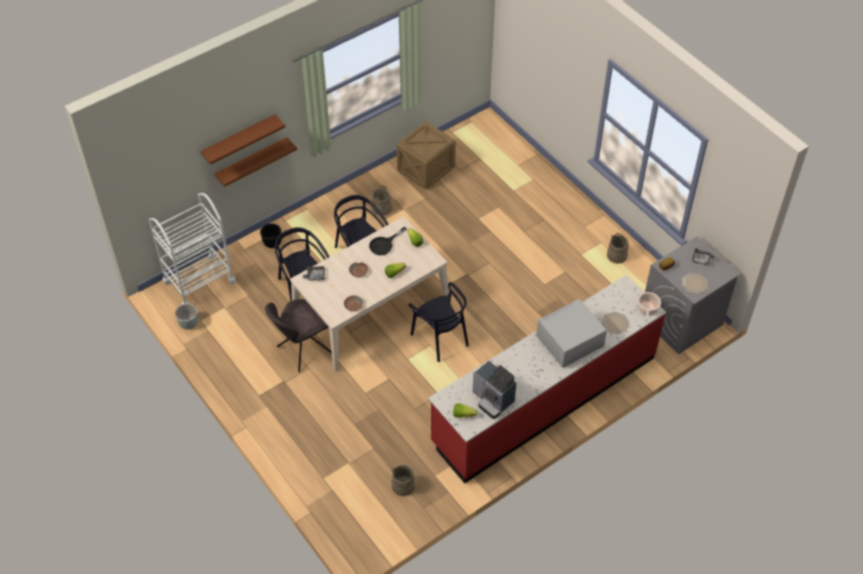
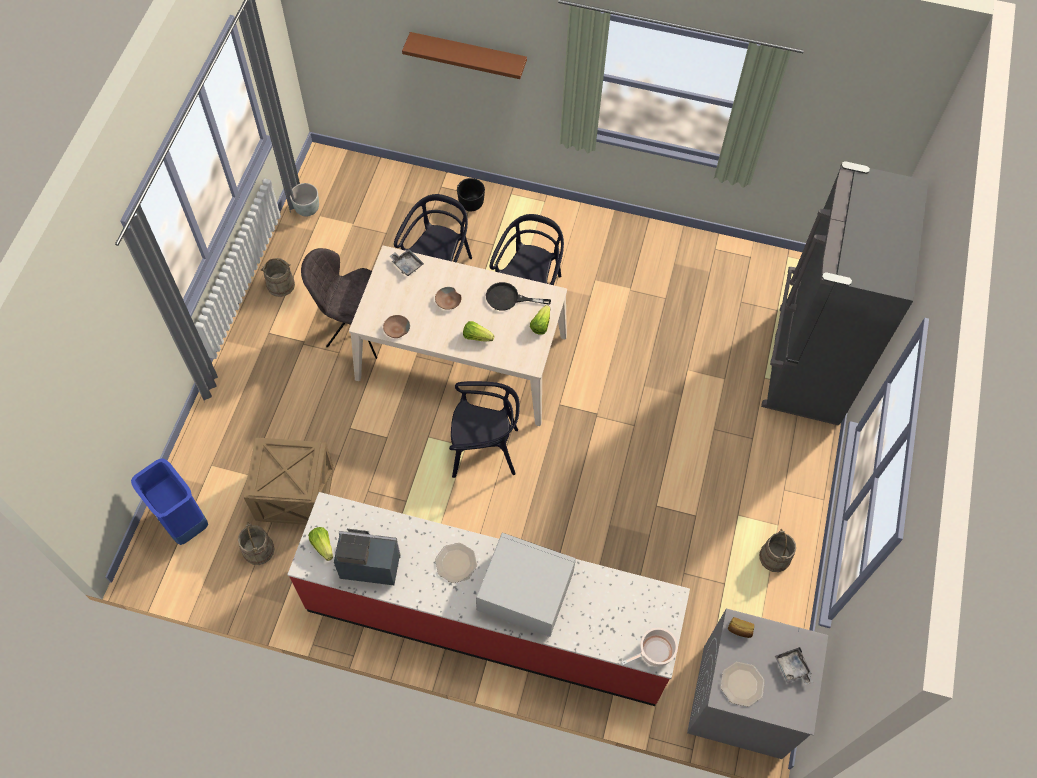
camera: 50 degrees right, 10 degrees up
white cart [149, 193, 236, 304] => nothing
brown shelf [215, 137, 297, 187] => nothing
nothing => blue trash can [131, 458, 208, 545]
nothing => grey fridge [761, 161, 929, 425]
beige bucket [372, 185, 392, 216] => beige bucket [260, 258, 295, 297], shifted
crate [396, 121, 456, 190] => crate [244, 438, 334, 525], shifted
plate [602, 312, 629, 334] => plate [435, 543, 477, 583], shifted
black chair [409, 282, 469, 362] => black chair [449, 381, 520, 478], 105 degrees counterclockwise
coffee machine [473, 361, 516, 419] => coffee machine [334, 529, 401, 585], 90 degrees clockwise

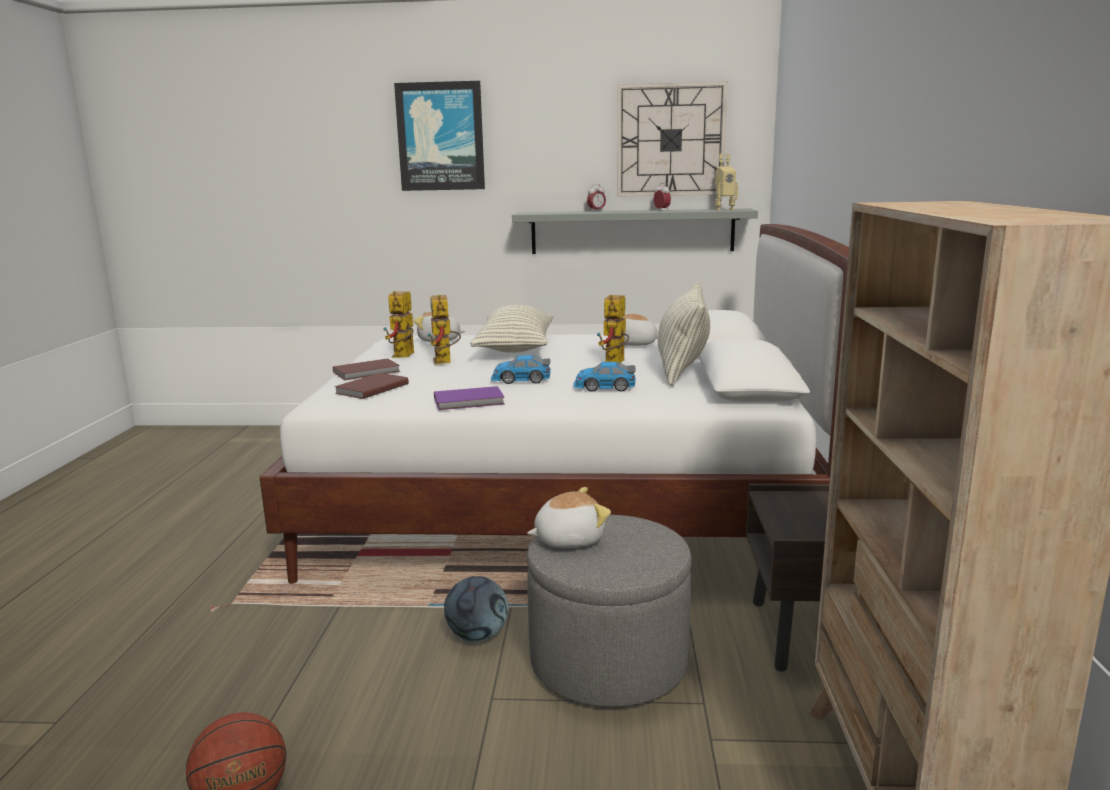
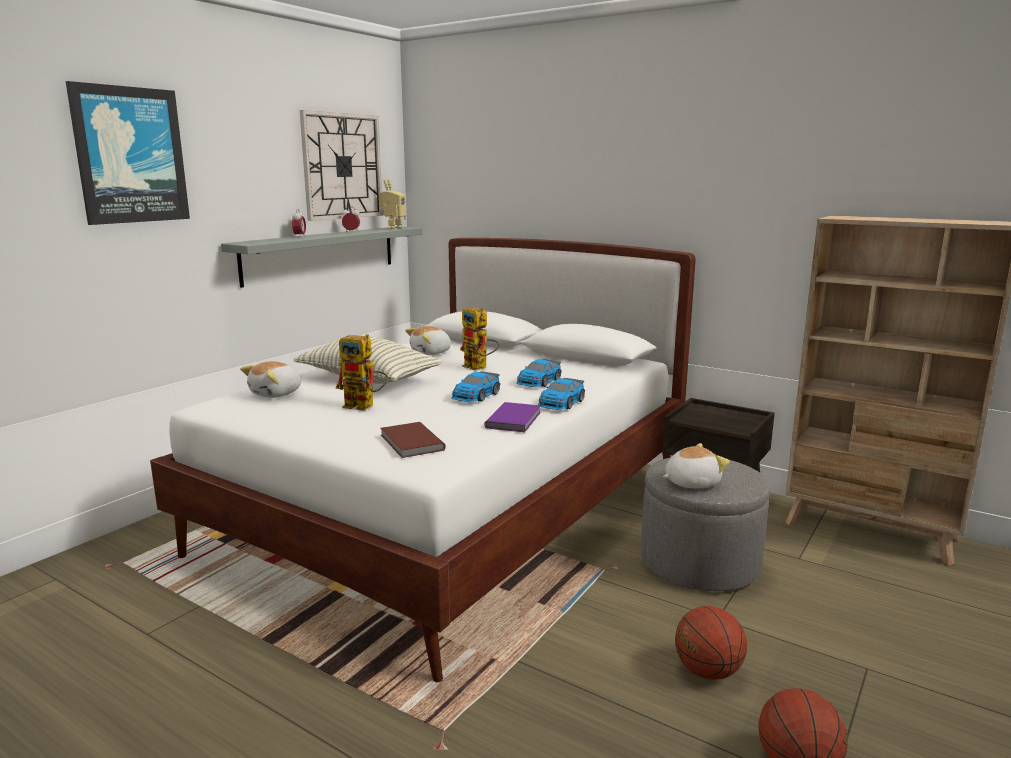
camera: 60 degrees left, 0 degrees up
brown book [333, 358, 401, 381] => nothing
toy robot [383, 291, 414, 358] => nothing
football [444, 576, 509, 642] => nothing
pillow [658, 282, 710, 386] => nothing
nothing => toy car [538, 378, 585, 410]
nothing => basketball [675, 606, 747, 680]
plush toy [527, 487, 611, 548] => plush toy [663, 443, 730, 488], 60 degrees clockwise

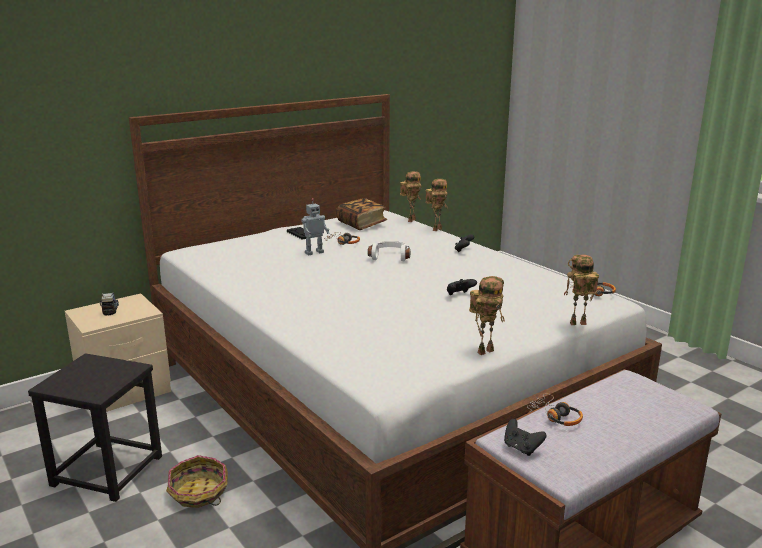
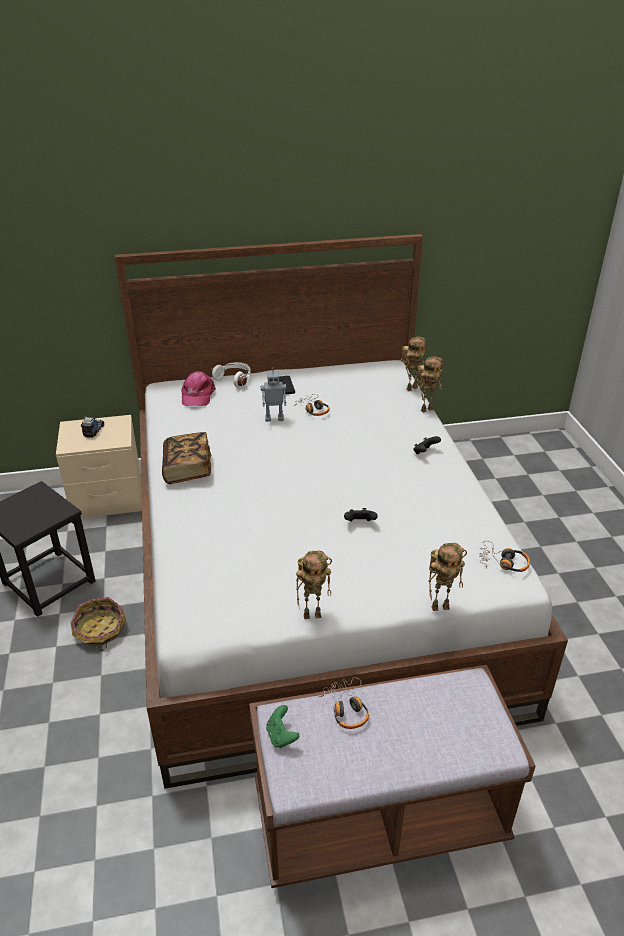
camera: 25 degrees right, 15 degrees up
nothing => pink cap [181, 371, 216, 406]
book [336, 198, 387, 230] => book [162, 432, 211, 484], shifted
white headphones [367, 241, 410, 261] => white headphones [211, 362, 251, 388], shifted
black game controller [504, 419, 547, 456] => green game controller [266, 705, 299, 748]
toy robot [564, 255, 599, 325] => toy robot [429, 543, 467, 611], 150 degrees clockwise

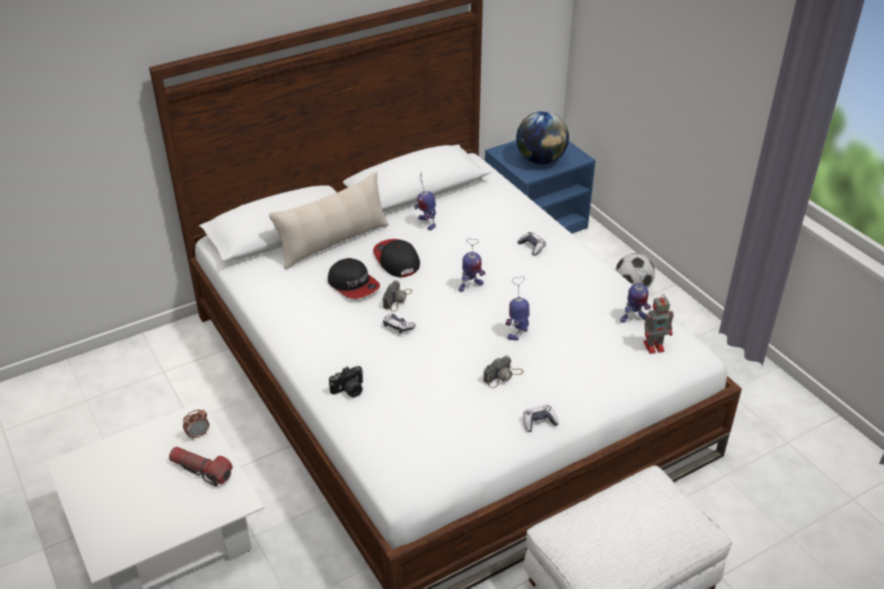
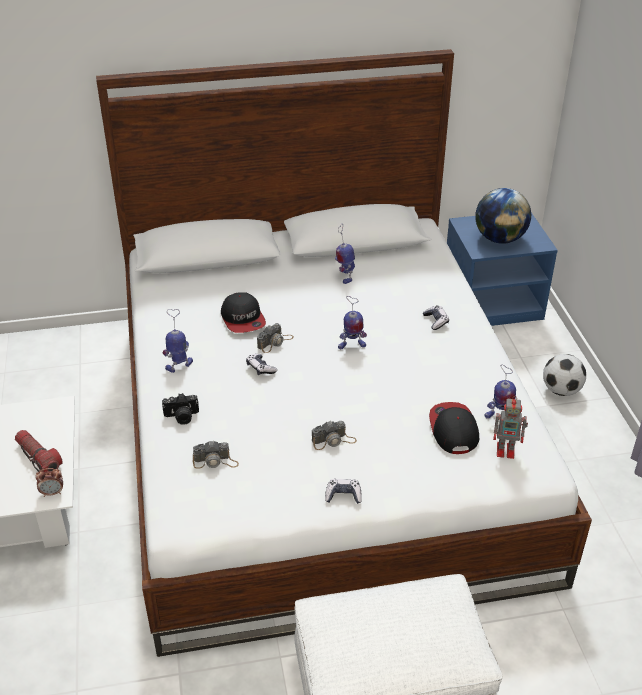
camera: 20 degrees right, 0 degrees up
beige pillow [269, 172, 389, 269] => nothing
nothing => photo camera [193, 440, 239, 469]
alarm clock [183, 409, 209, 440] => alarm clock [35, 468, 63, 497], shifted
cap [373, 239, 420, 277] => cap [429, 402, 479, 454], shifted
toy robot [505, 276, 529, 341] => toy robot [163, 309, 193, 373], shifted

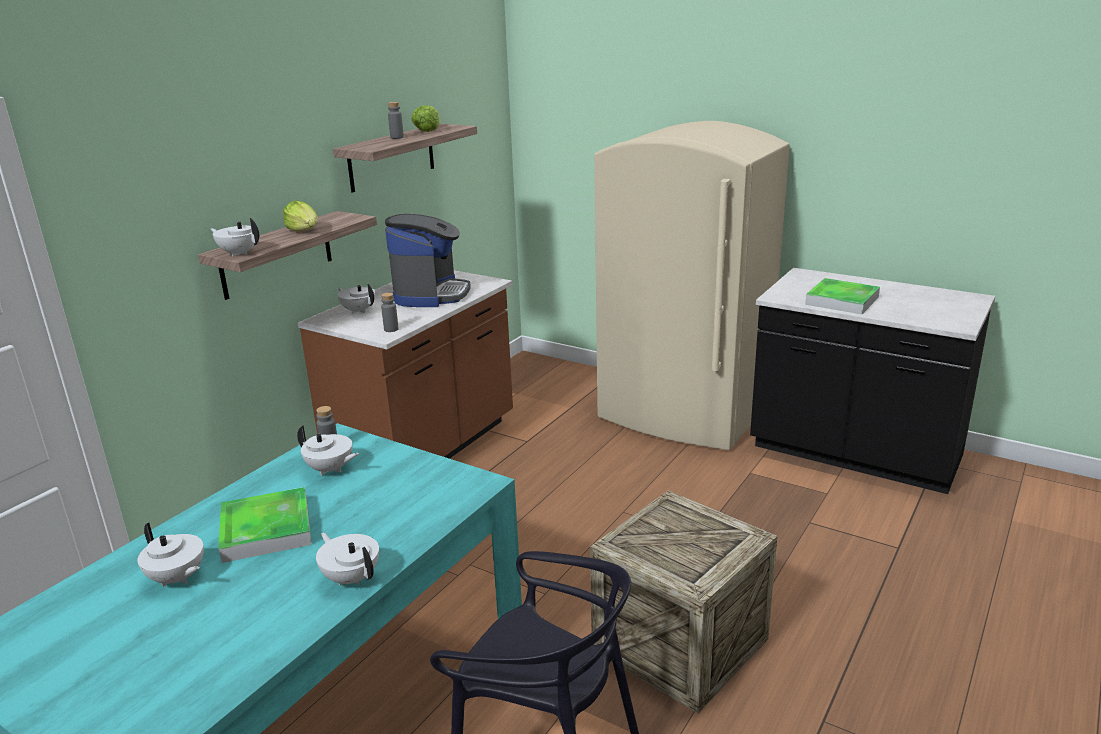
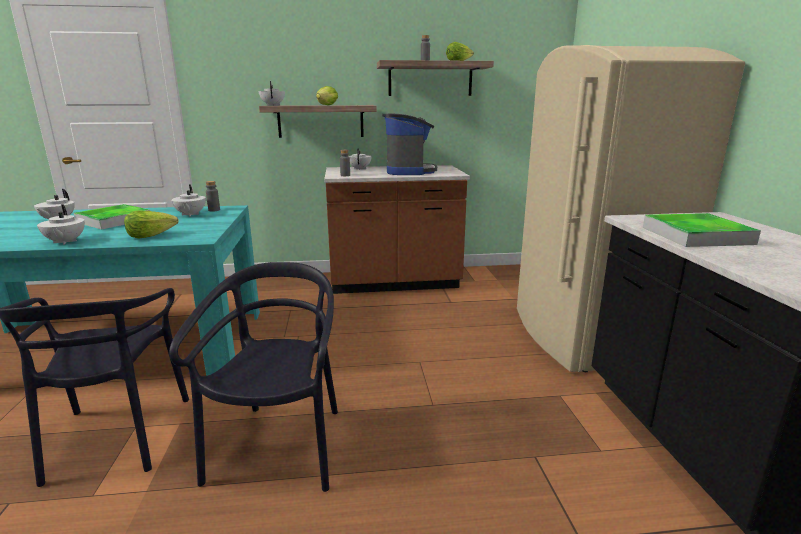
camera: 50 degrees right, 5 degrees down
nothing => lettuce [124, 211, 179, 238]
crate [590, 490, 777, 713] => black chair [169, 262, 338, 492]
white teapot [316, 532, 379, 586] => white teapot [37, 204, 85, 245], 150 degrees clockwise
coffee machine [385, 214, 471, 307] => coffee machine [382, 114, 437, 175], 60 degrees counterclockwise

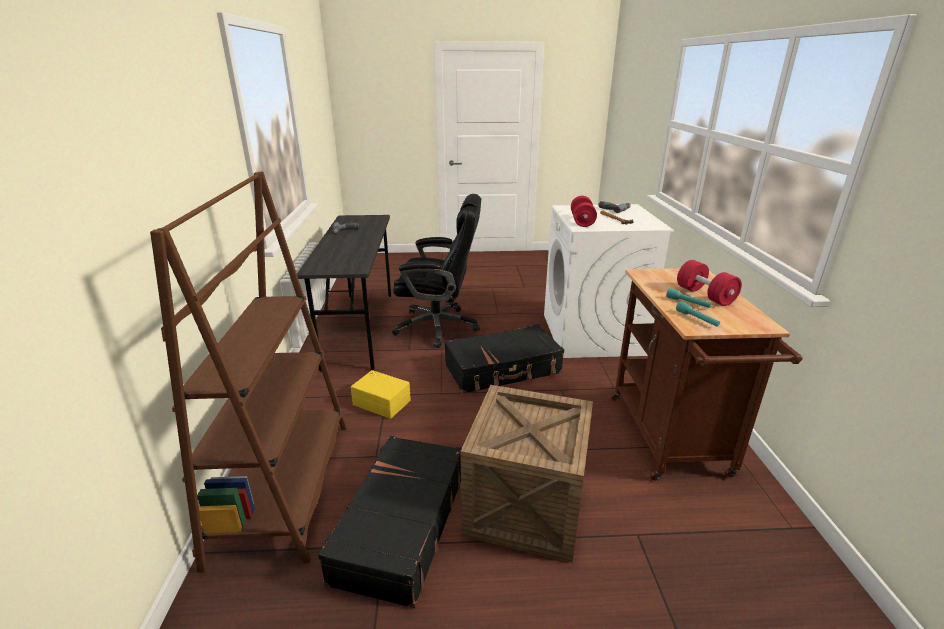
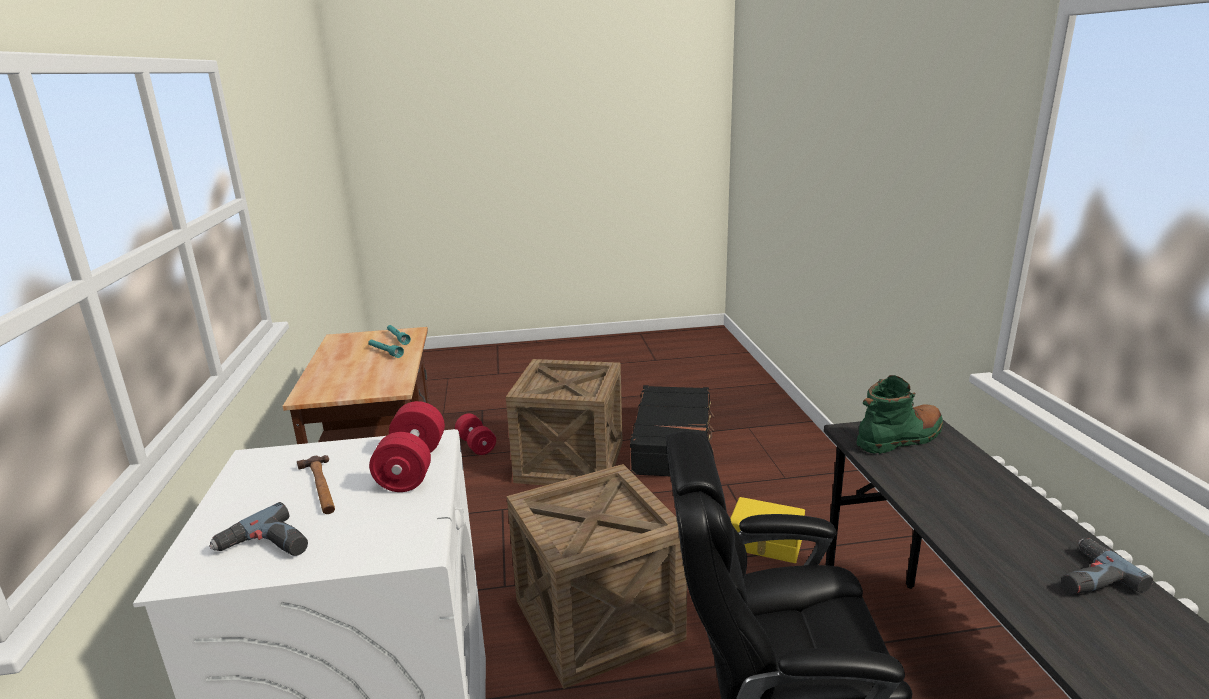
camera: 175 degrees right, 5 degrees down
brown bookcase [150, 171, 347, 573] => nothing
nothing => green boot [857, 375, 943, 455]
red dumbbell [677, 260, 742, 306] => red dumbbell [455, 413, 496, 455], shifted
black suitcase [444, 324, 564, 394] => crate [507, 464, 687, 689]

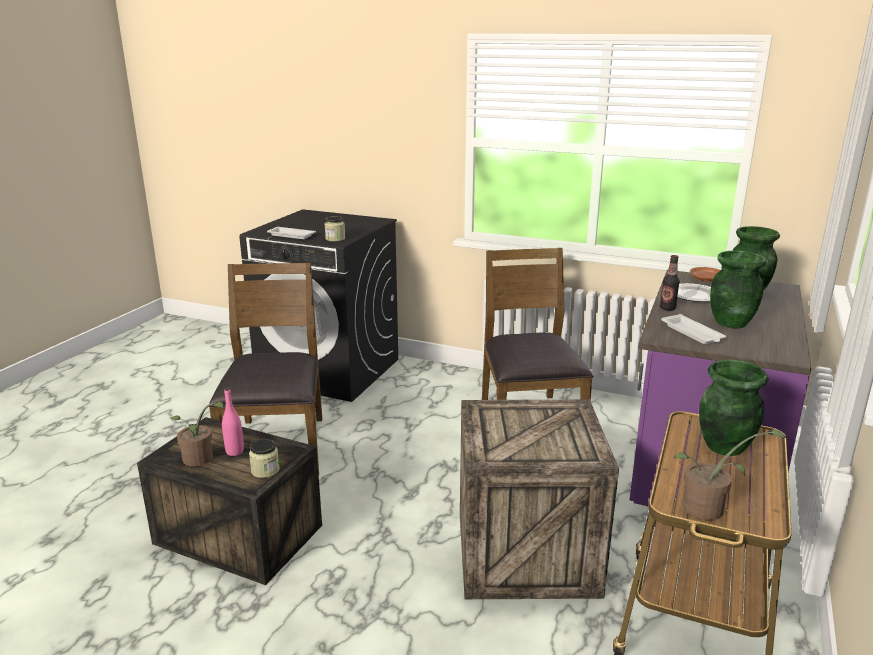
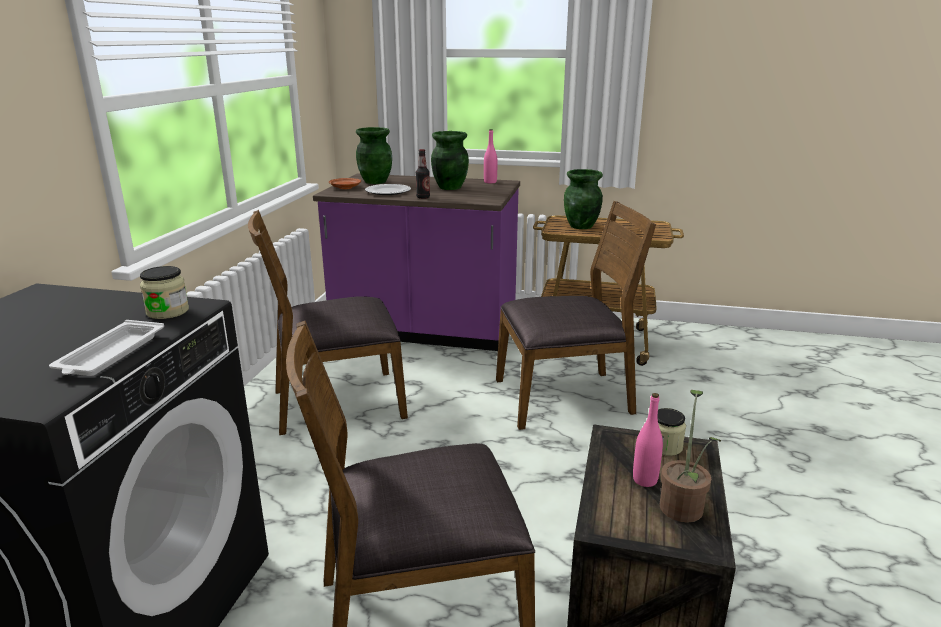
camera: 100 degrees left, 0 degrees up
white tray [661, 314, 726, 344] => nothing
potted plant [674, 429, 787, 520] => nothing
nothing => pink bottle [484, 129, 498, 183]
crate [460, 400, 619, 599] => brown chair [496, 201, 656, 430]

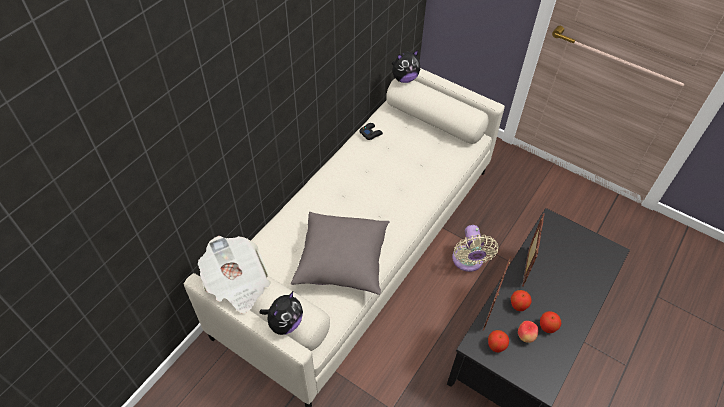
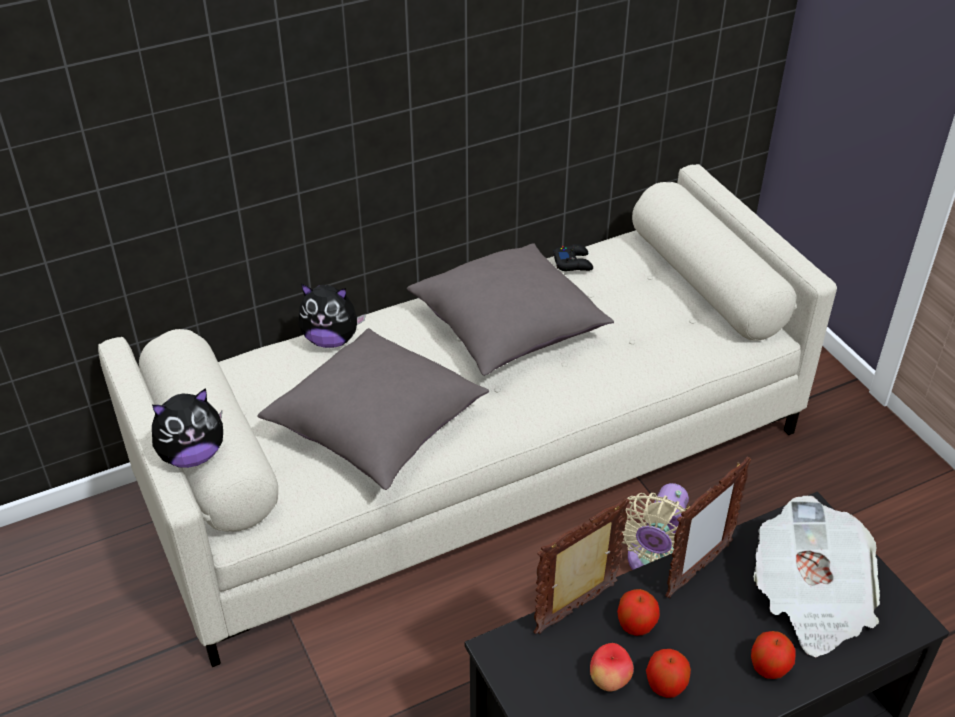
camera: 30 degrees right, 10 degrees down
nothing => grey pillow [407, 243, 614, 376]
newspaper [198, 236, 271, 313] => newspaper [753, 496, 880, 657], shifted
plush toy [392, 50, 420, 83] => plush toy [298, 284, 366, 348], shifted
apple [488, 330, 509, 353] => apple [751, 631, 795, 679], shifted

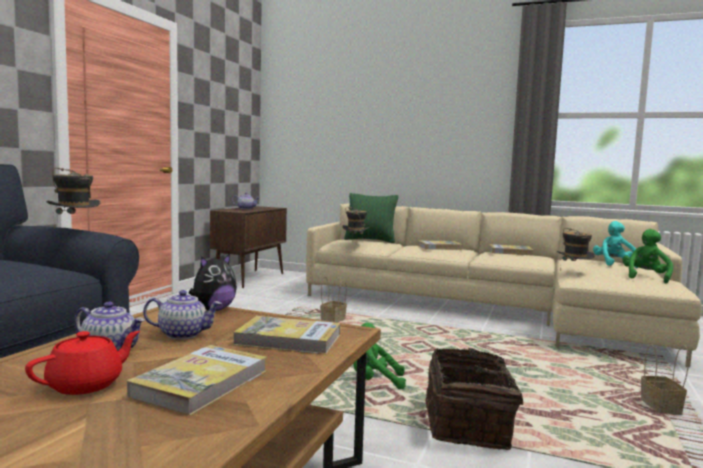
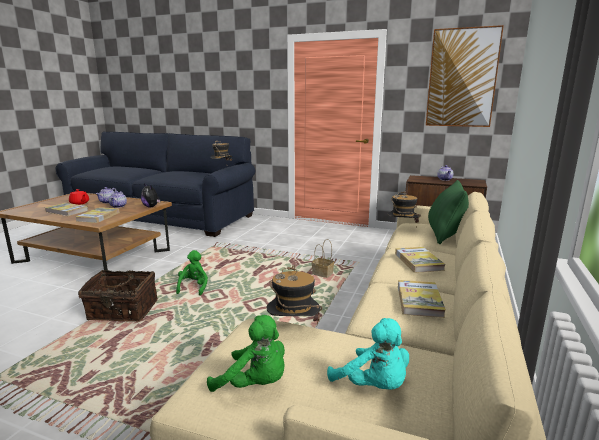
camera: 90 degrees right, 10 degrees up
basket [641, 344, 689, 415] => nothing
nothing => picture [426, 25, 504, 127]
turquoise plush toy [593, 221, 638, 268] => turquoise plush toy [327, 318, 409, 390], 45 degrees clockwise

